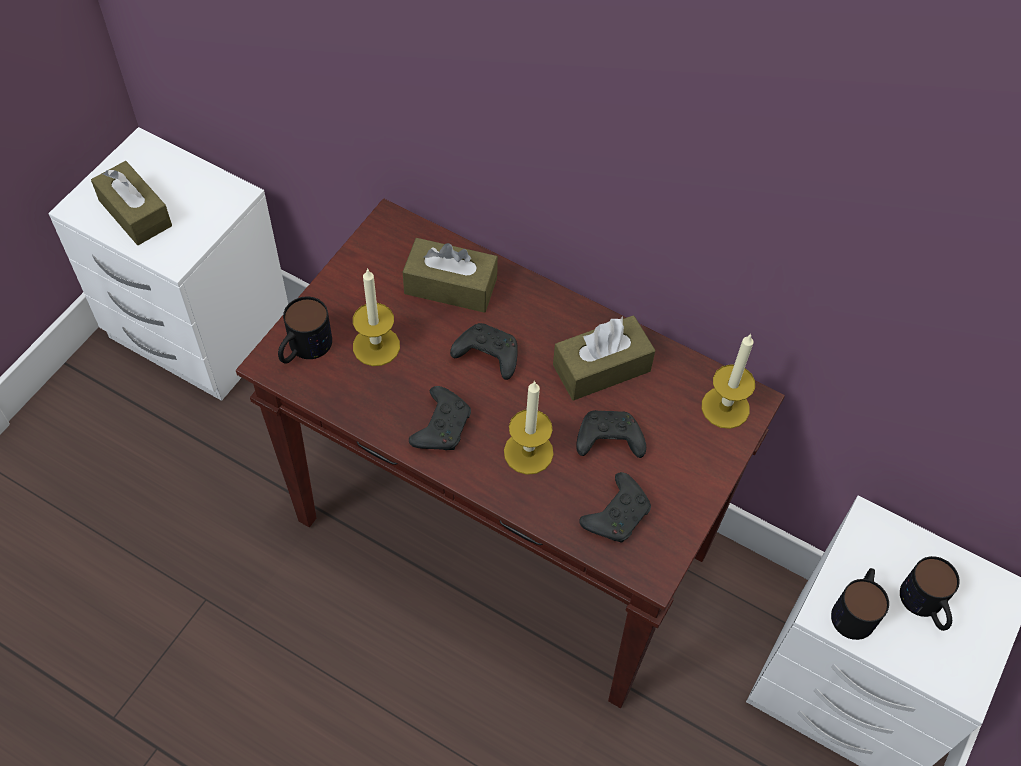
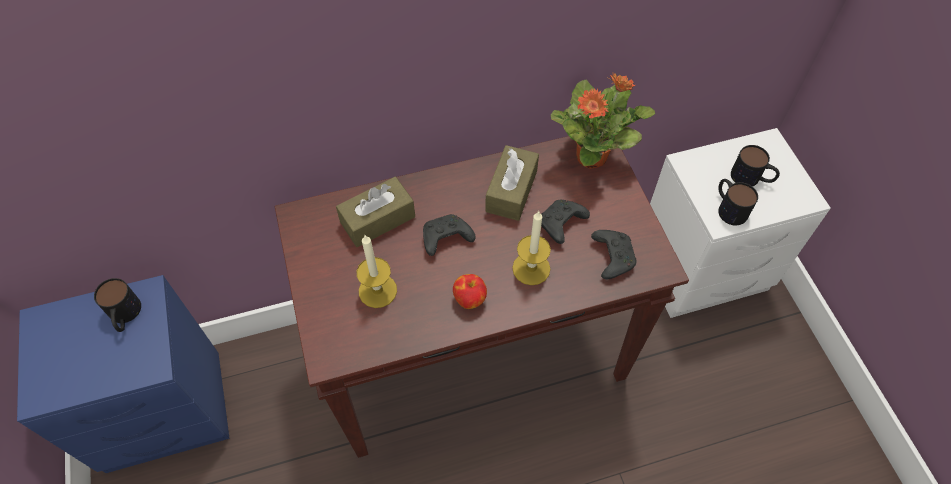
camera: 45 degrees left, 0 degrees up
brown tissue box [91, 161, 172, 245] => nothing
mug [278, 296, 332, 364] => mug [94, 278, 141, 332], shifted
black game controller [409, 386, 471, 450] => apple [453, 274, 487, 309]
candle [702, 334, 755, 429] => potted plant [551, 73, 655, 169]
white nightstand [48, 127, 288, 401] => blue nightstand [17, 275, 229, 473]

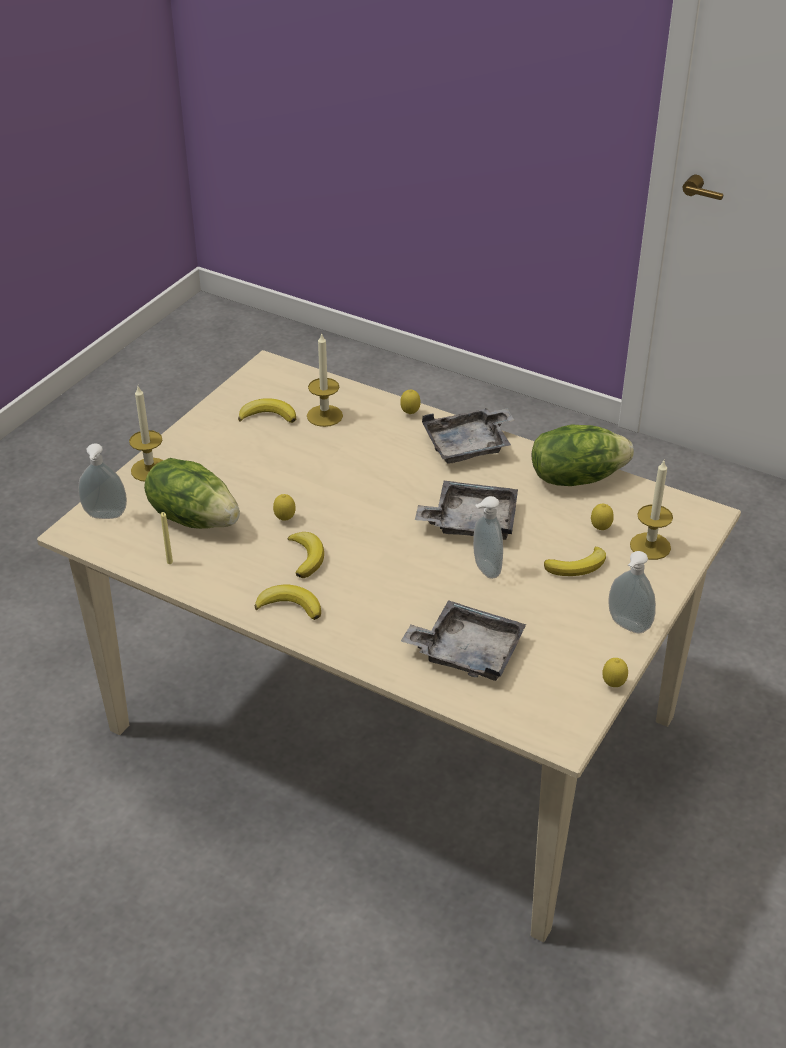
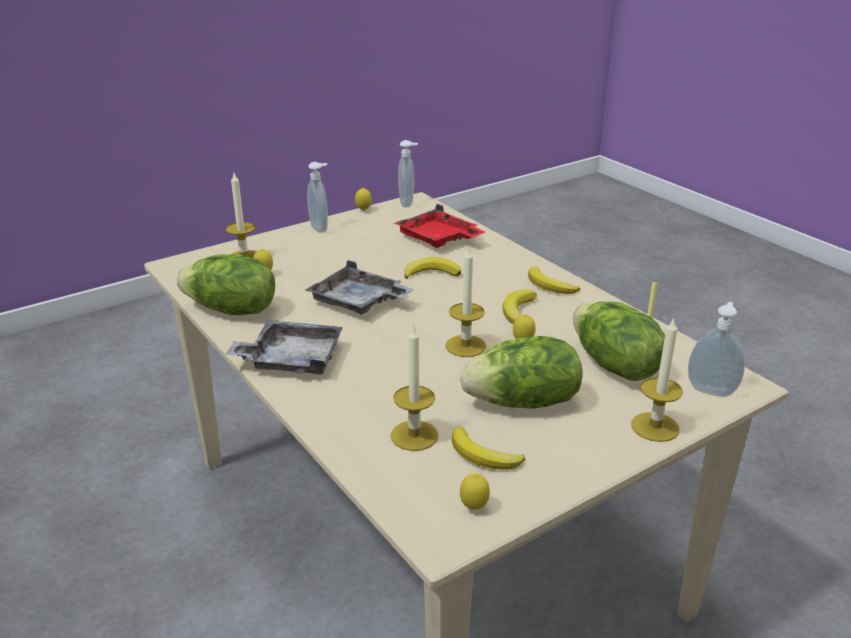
camera: 155 degrees left, 10 degrees down
nothing => candle [445, 247, 486, 357]
nothing => lettuce [460, 336, 583, 409]
lemon [400, 390, 421, 414] => lemon [460, 473, 490, 510], shifted
soap dispenser [473, 496, 503, 579] => soap dispenser [398, 140, 418, 207], shifted
banana [544, 547, 606, 576] => banana [404, 257, 461, 279], shifted
grey tray [401, 600, 526, 681] => red tray [394, 204, 485, 248]

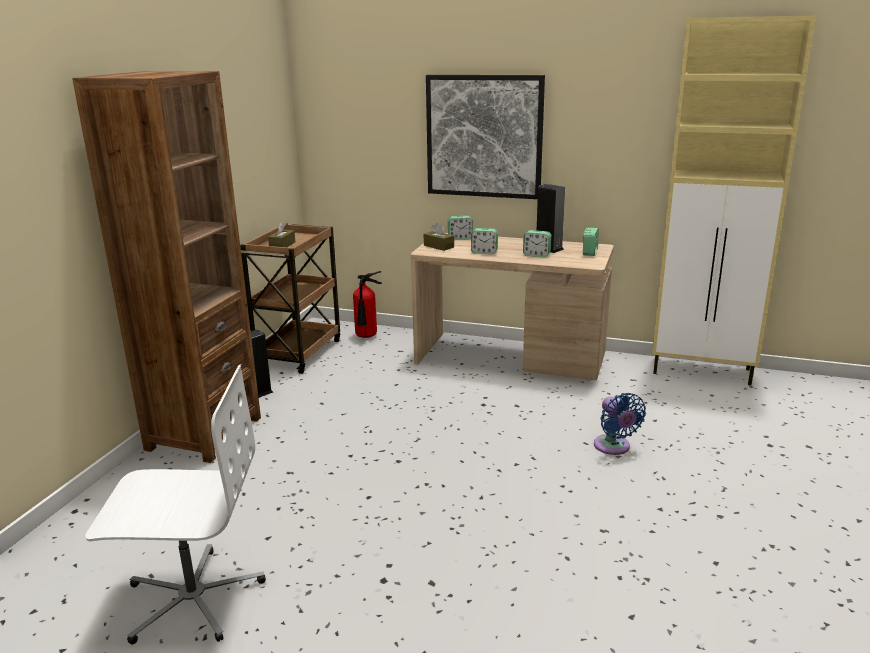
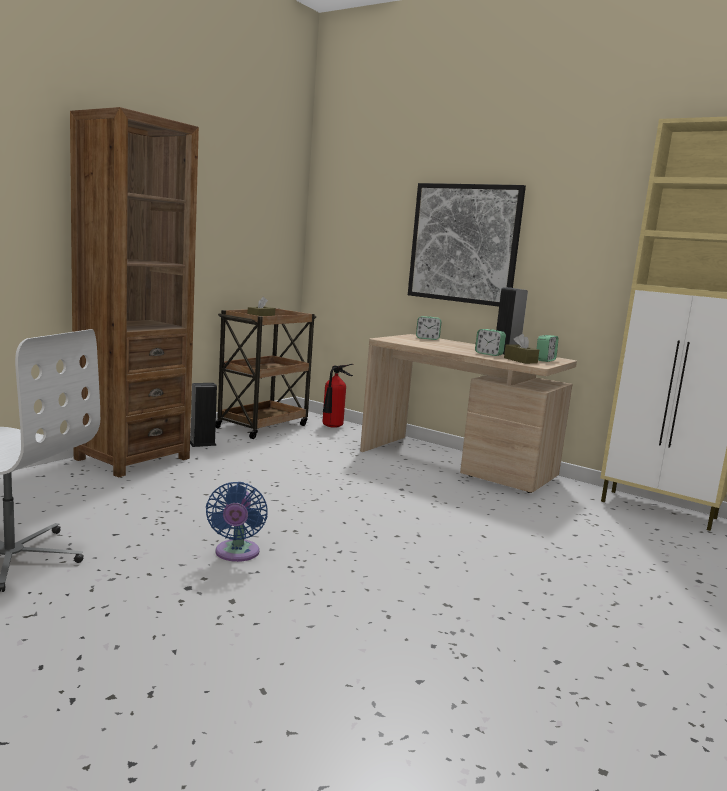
camera: 15 degrees right, 10 degrees down
alarm clock [471, 228, 498, 254] => nothing
brown tissue box [424, 223, 454, 251] => brown tissue box [504, 334, 539, 364], shifted
blue fan [594, 393, 646, 455] => blue fan [206, 482, 268, 562], shifted

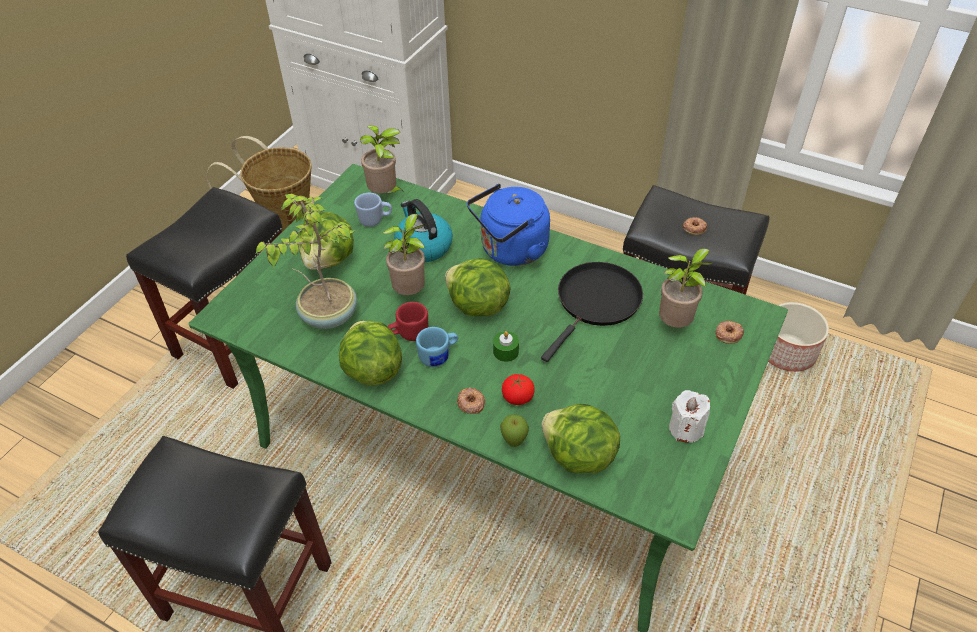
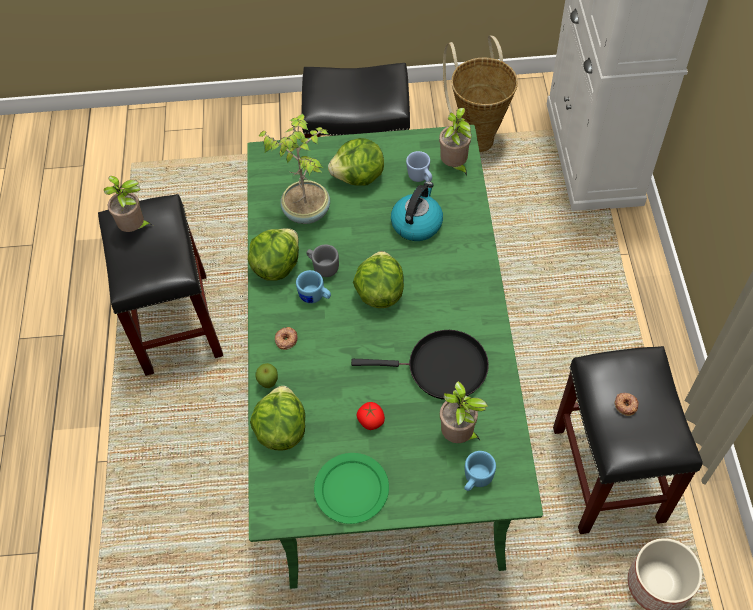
camera: 60 degrees right, 10 degrees up
blue kettle [467, 184, 550, 266] => nothing
green candle [493, 331, 519, 362] => nothing
potted plant [382, 214, 425, 295] => potted plant [104, 176, 152, 232], shifted
tomato [502, 374, 535, 405] => tomato [357, 402, 385, 430], shifted
white candle [669, 390, 710, 443] => green plate [314, 453, 389, 524]
donut [715, 321, 744, 344] => blue mug [464, 451, 496, 491]
red mug [387, 302, 428, 341] => grey mug [306, 244, 339, 277]

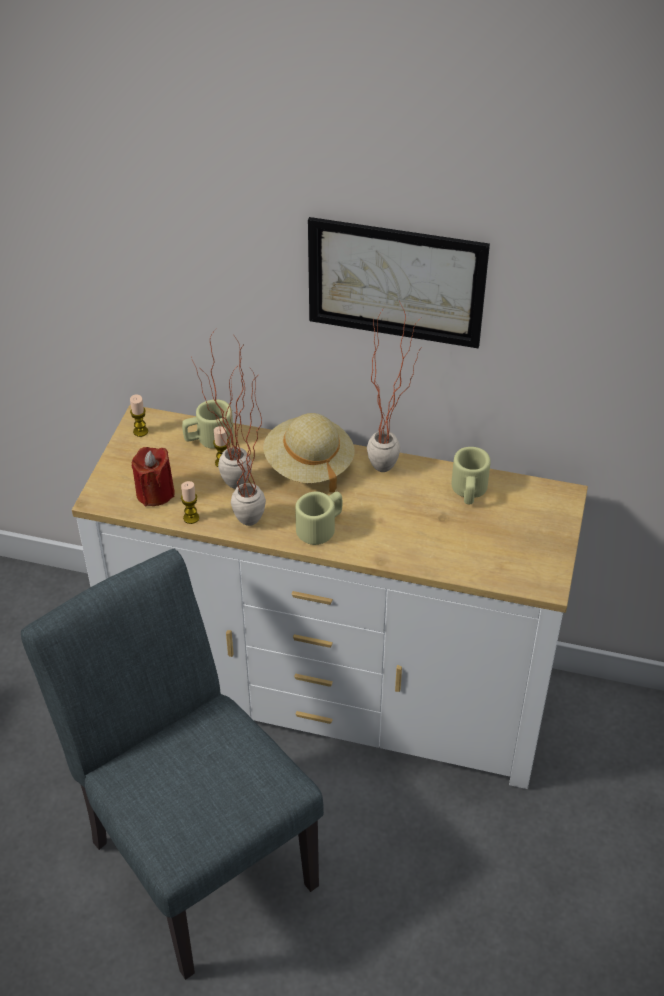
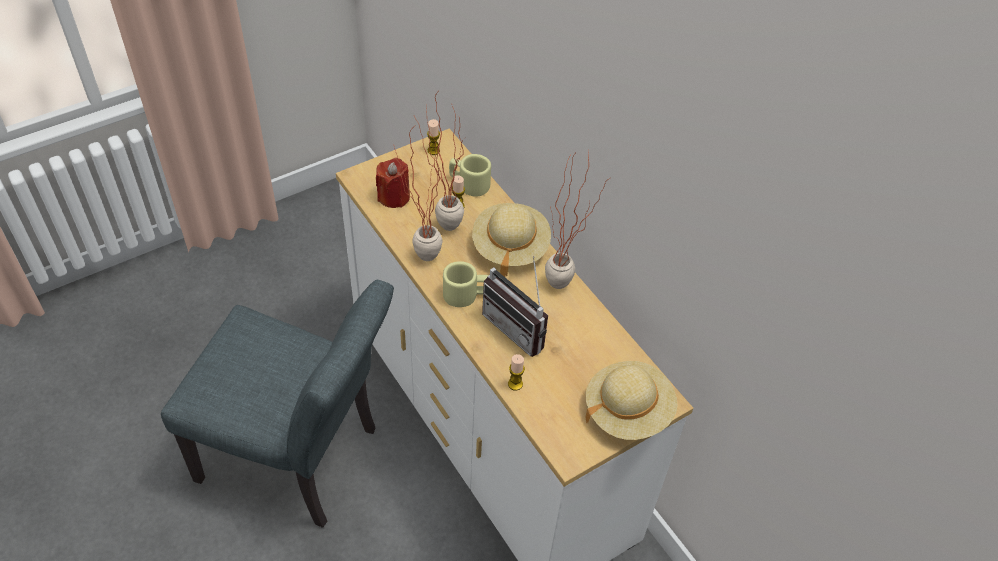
camera: 40 degrees right, 5 degrees up
picture [308, 217, 490, 348] => nothing
beige mug [451, 447, 491, 504] => nothing
nothing => radio [482, 256, 548, 357]
nothing => beige hat [585, 361, 678, 440]
candle [181, 481, 199, 524] => candle [508, 354, 525, 391], shifted
grey chair [21, 549, 324, 980] => grey chair [161, 280, 394, 528], 105 degrees clockwise

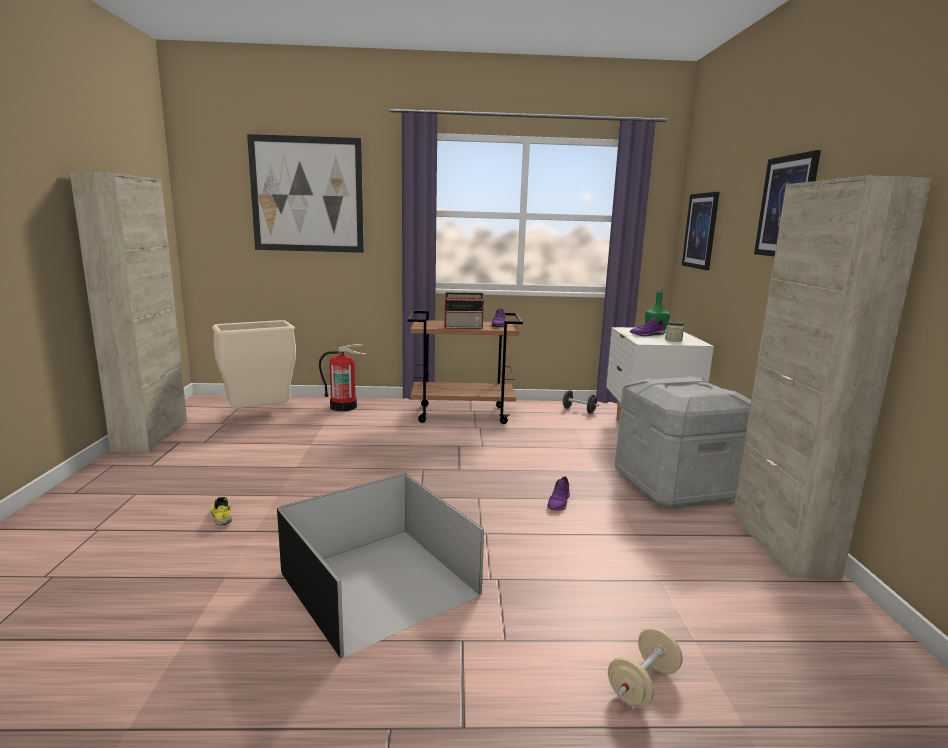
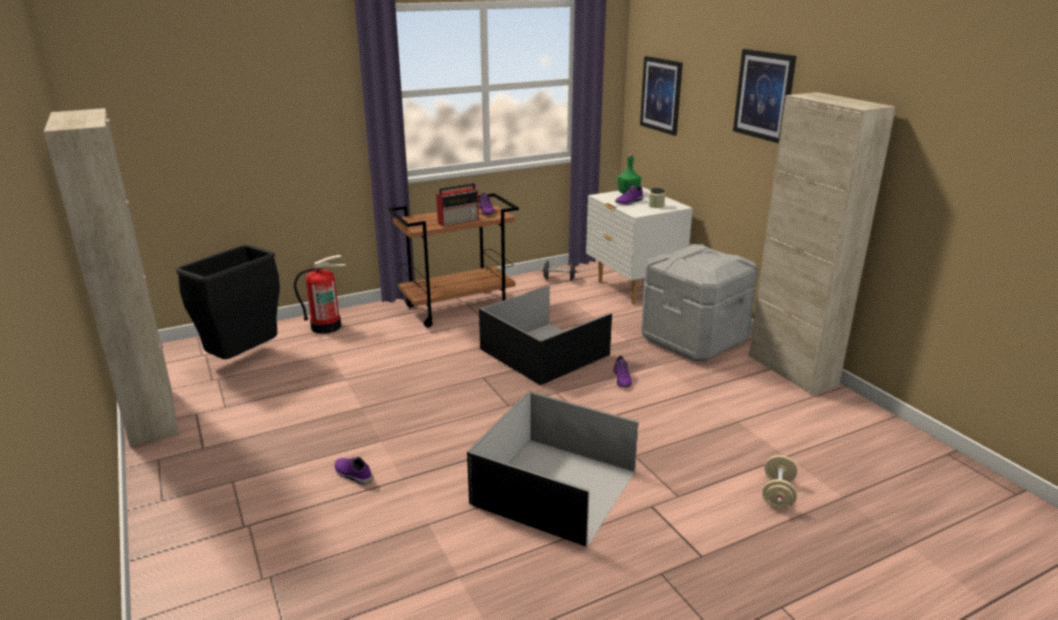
camera: 25 degrees left, 10 degrees up
picture [247, 134, 364, 253] => nothing
nothing => black storage box [479, 285, 612, 385]
yellow shoe [211, 497, 232, 525] => purple shoe [334, 457, 374, 485]
beige trash can [212, 320, 296, 409] => black trash can [176, 245, 280, 359]

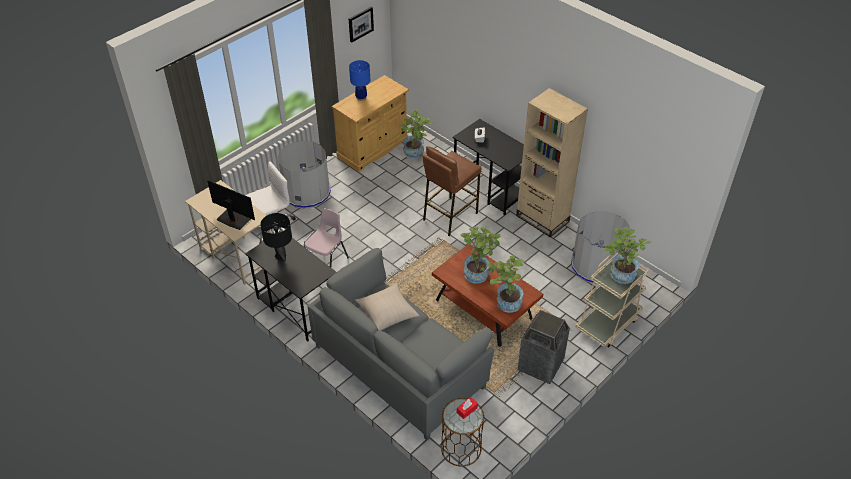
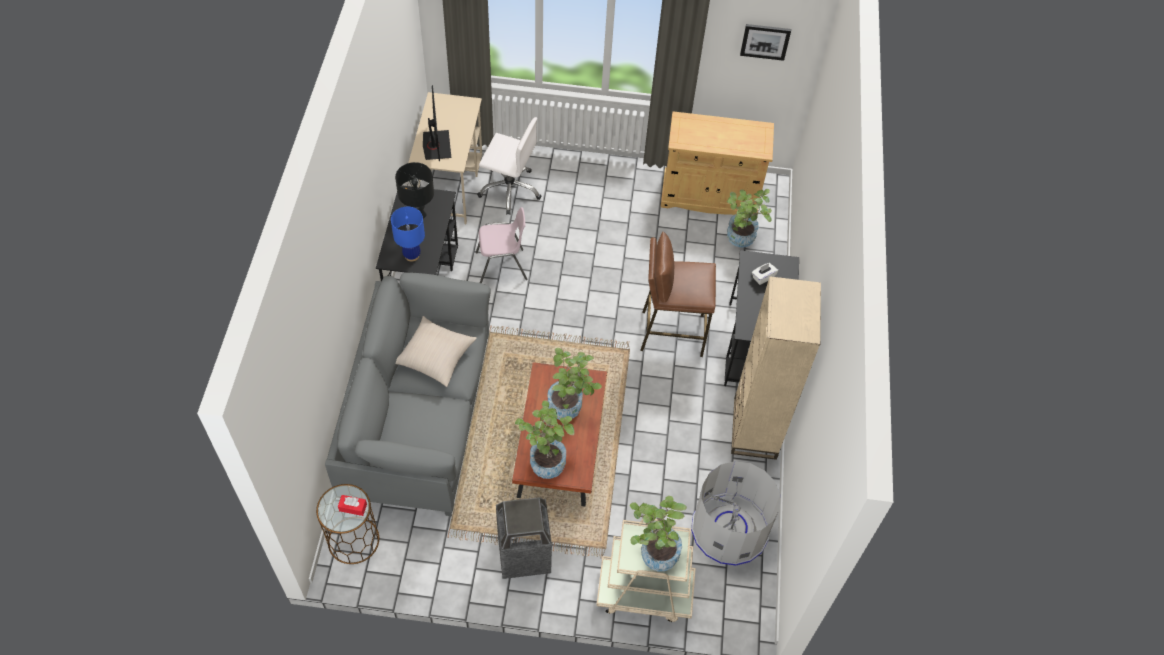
camera: 50 degrees right, 10 degrees up
grey trash can [278, 141, 331, 208] => nothing
blue table lamp [349, 60, 370, 101] => blue table lamp [391, 207, 425, 262], shifted

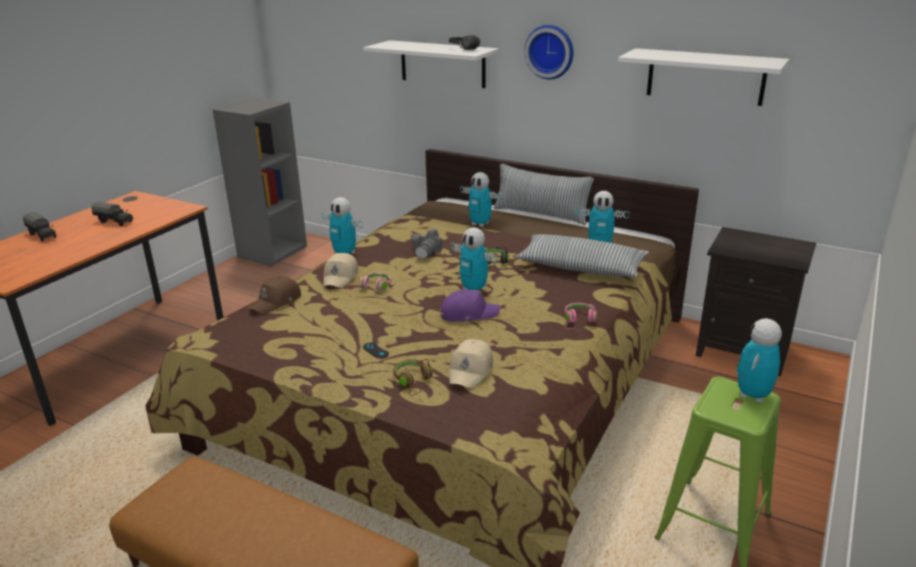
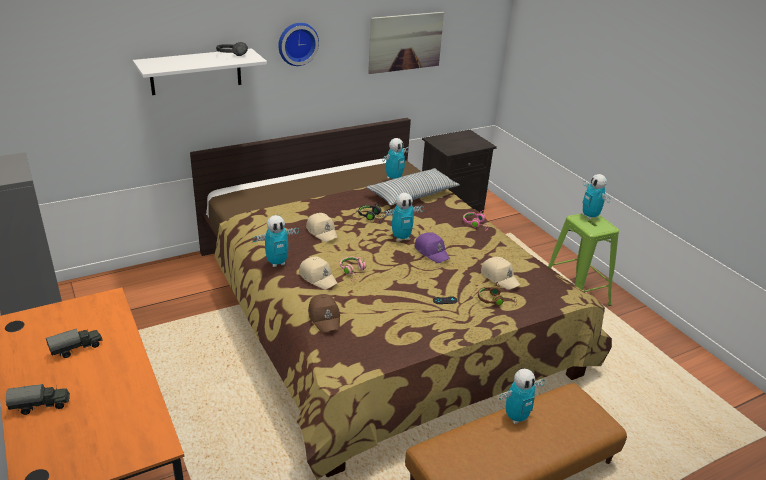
camera: 60 degrees left, 5 degrees up
pillow [493, 164, 594, 225] => nothing
toy robot [460, 172, 501, 227] => toy robot [499, 369, 545, 424], shifted
photo camera [412, 229, 442, 259] => beige cap [306, 213, 338, 242]
white shelf [618, 48, 789, 106] => picture [368, 12, 444, 74]
purple cap [441, 290, 500, 322] => purple cap [415, 232, 450, 263], 120 degrees clockwise

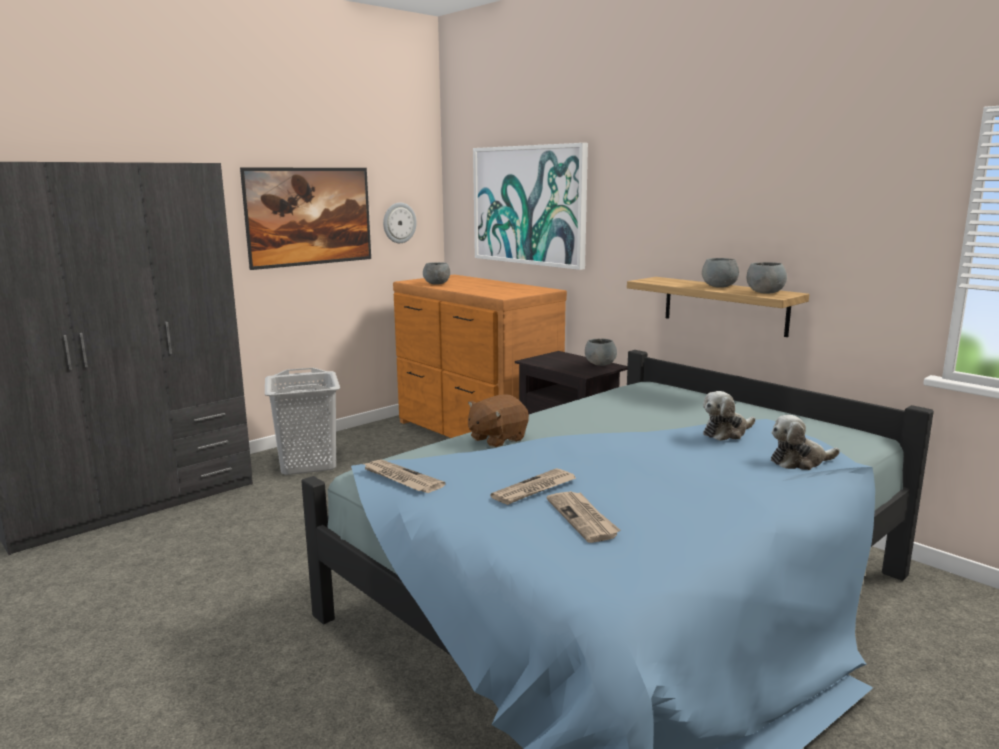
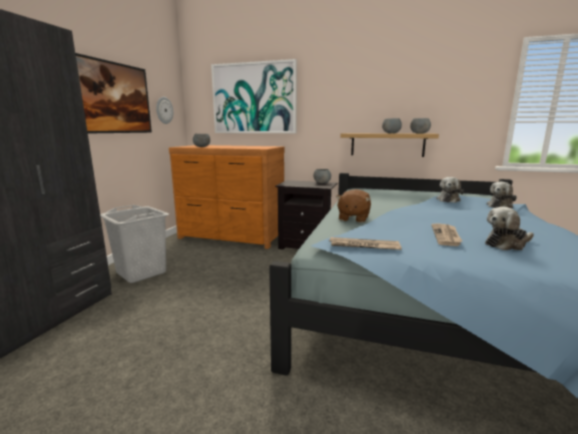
camera: 30 degrees left, 0 degrees up
newspaper [547, 491, 620, 543] => plush toy [485, 207, 534, 250]

